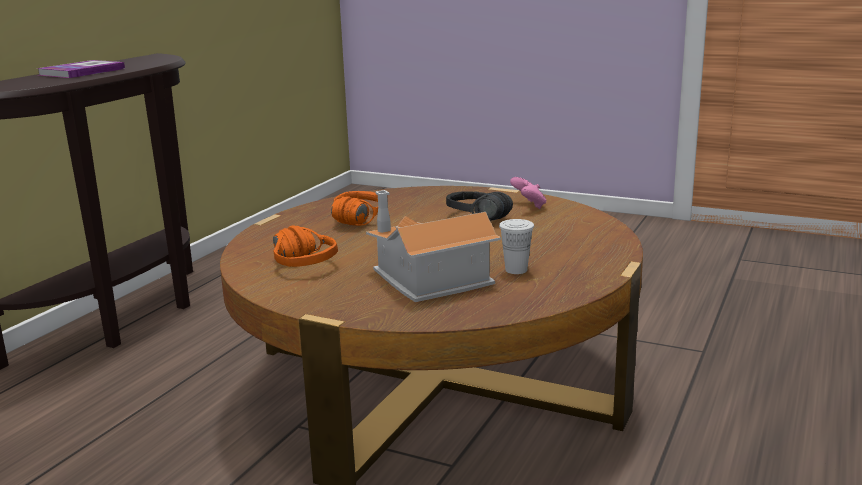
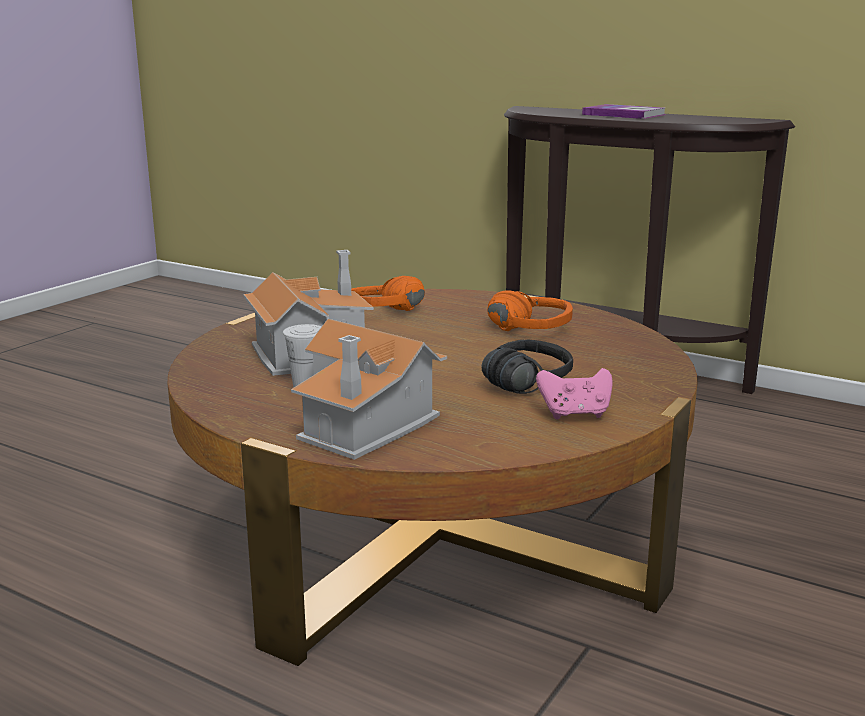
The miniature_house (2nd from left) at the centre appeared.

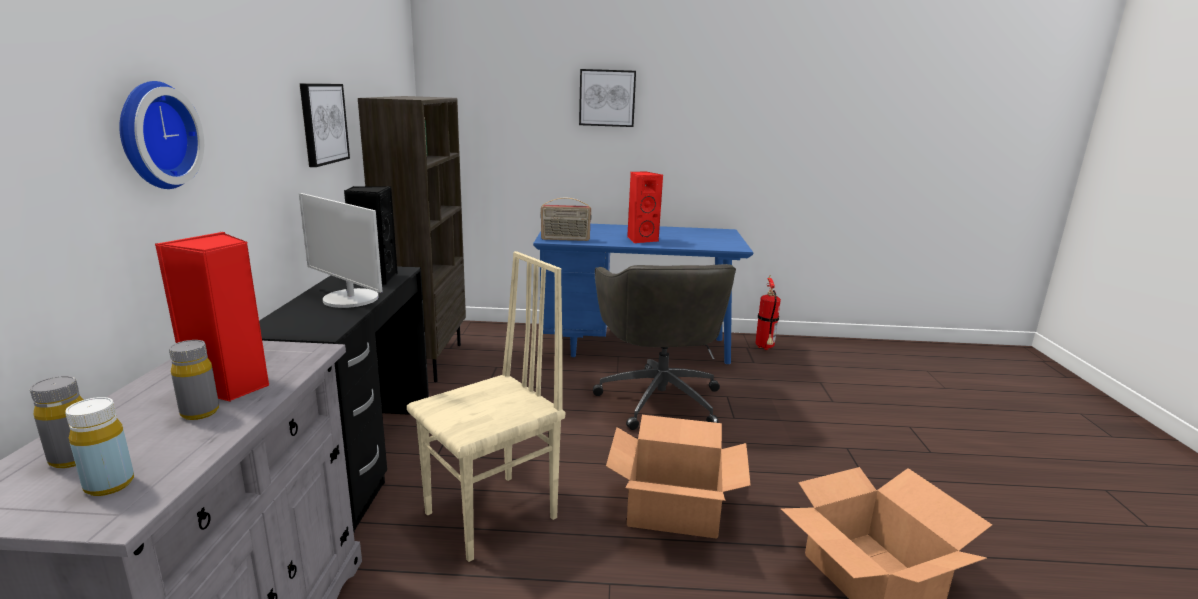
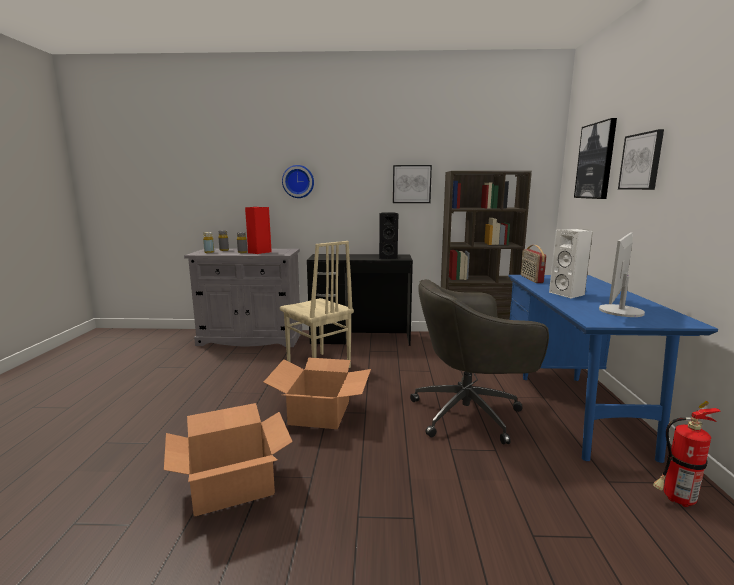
The picture (2nd from left) at the top right appeared.
The computer_screen moved from the middle left to the middle right.
The red_audio_speaker (2nd from left) at the centre became the white_audio_speaker at the middle right.

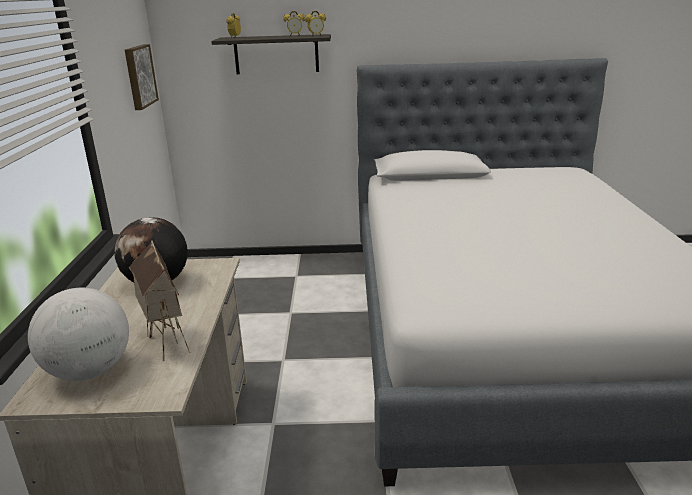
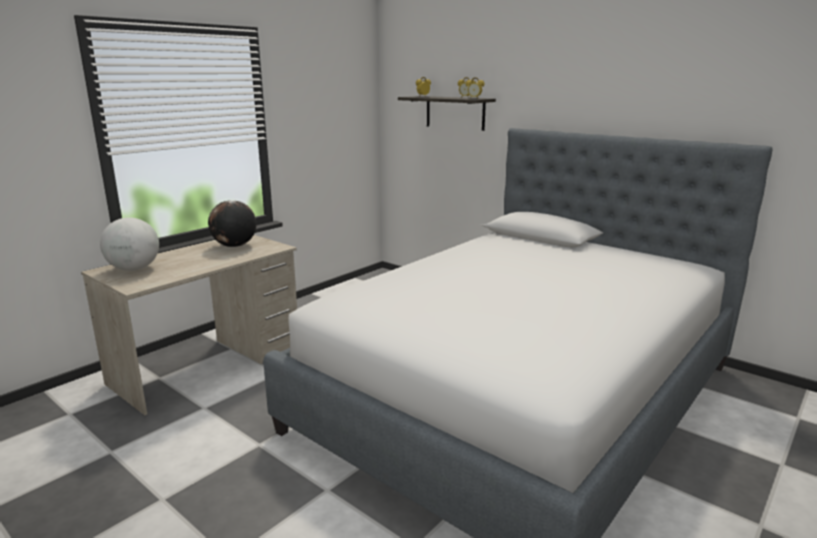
The picture at the top left disappeared.
The miniature_house at the middle left disappeared.

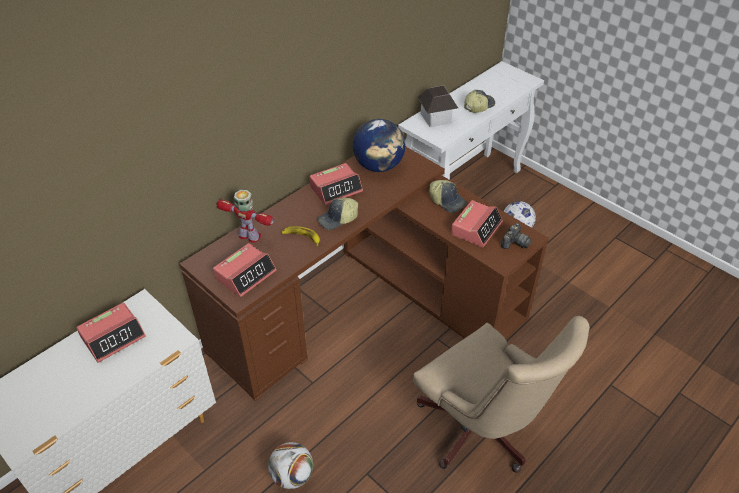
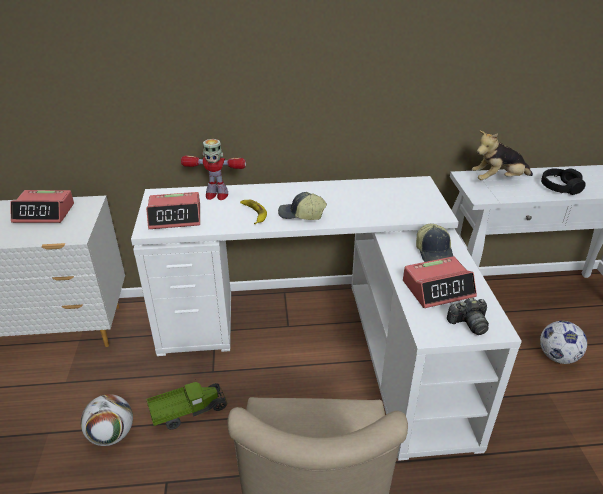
The bedside_clock (3rd from left) at the centre disappeared.
The desk_globe at the top centre disappeared.
The toy_lorry at the bottom left appeared.
The miniature_house at the top centre was replaced by the cuddly_toy at the top right.
The baseball_cap (3rd from left) at the top centre was replaced by the black_headphones at the middle right.
The brown-coloured_desk_table at the centre became the white_desk_table at the centre.
The robot_figure at the middle left turned 120 degrees clockwise.

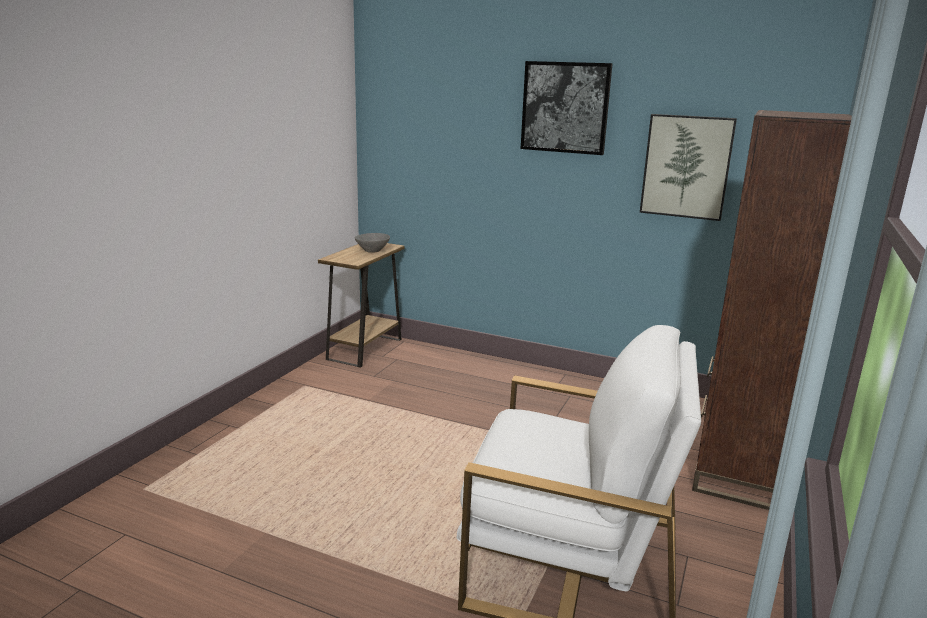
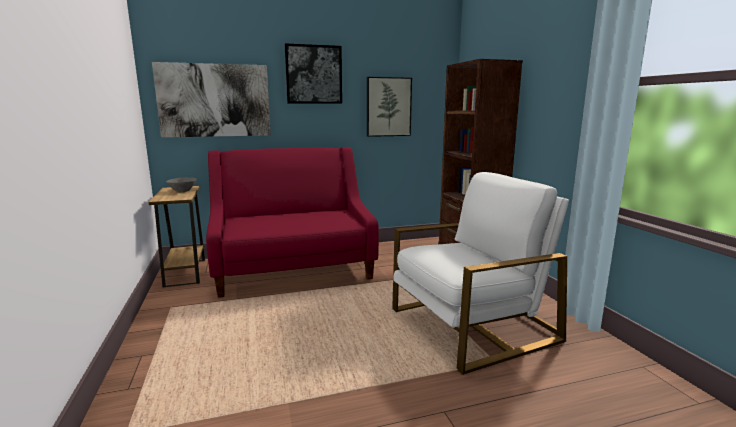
The picture (1st from left) at the top left appeared.
The red_sofa at the centre appeared.

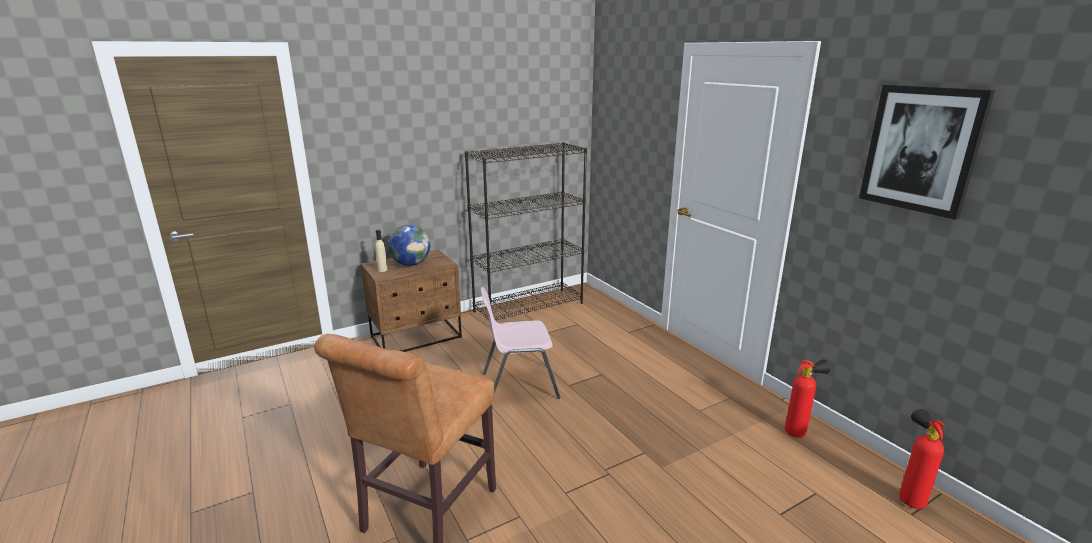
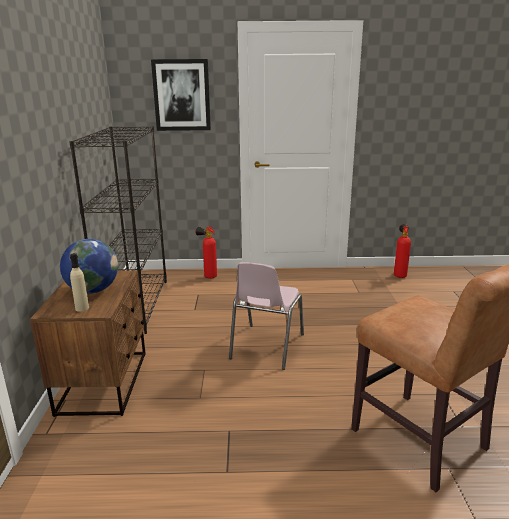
The picture moved from the top right to the top centre.
The extinguisher (2nd from left in the first image) moved from the bottom right to the centre.

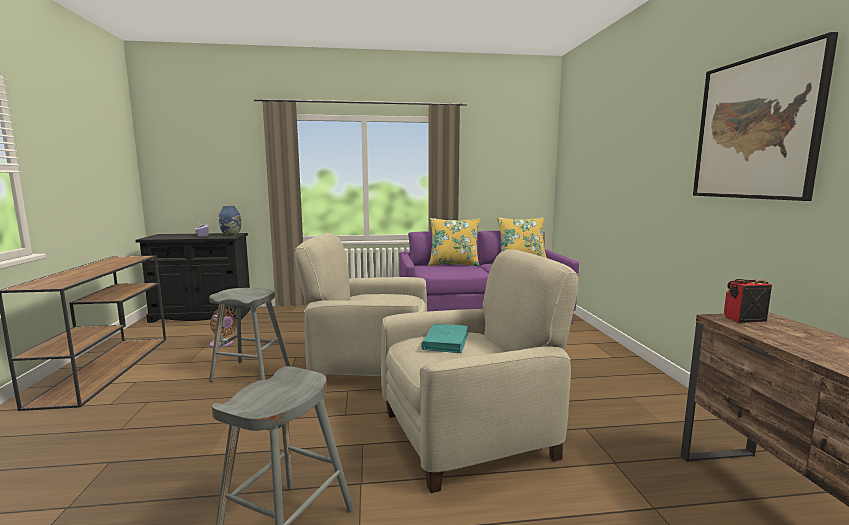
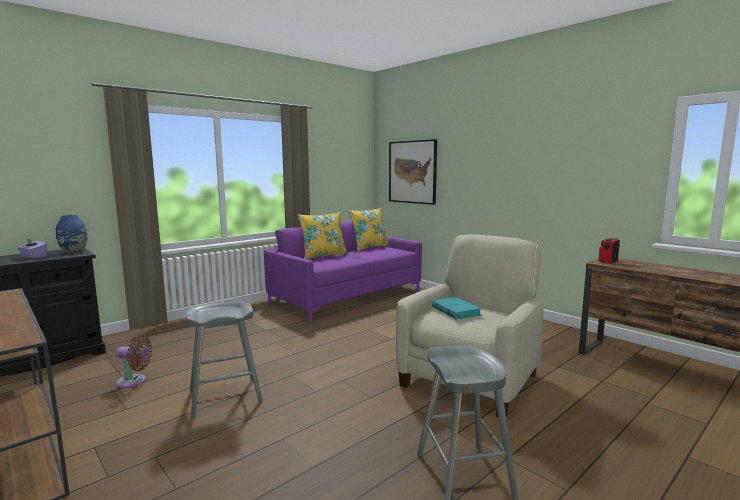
The sand-coloured_armchair (1st from left) at the centre disappeared.
The picture moved from the top right to the centre.

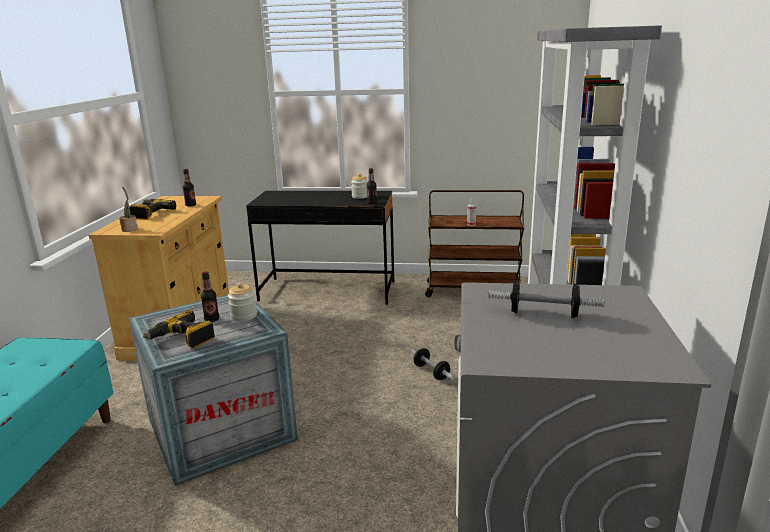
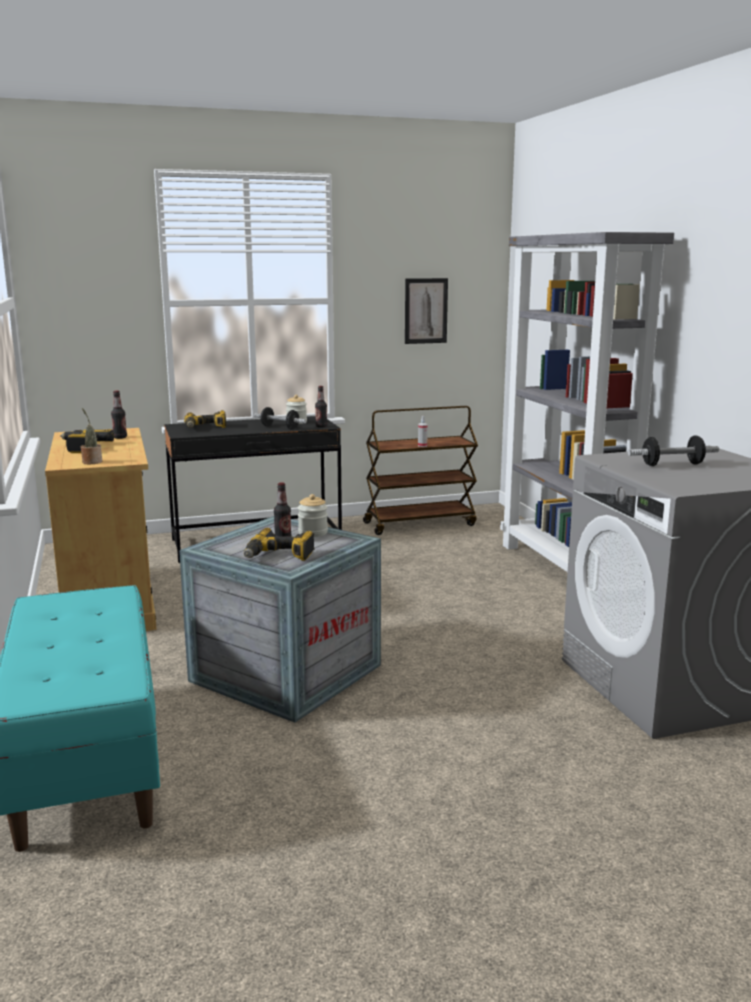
The electric_drill (2nd from left) at the middle left appeared.
The picture at the top centre appeared.
The dumbbell (1st from left) moved from the bottom centre to the centre.

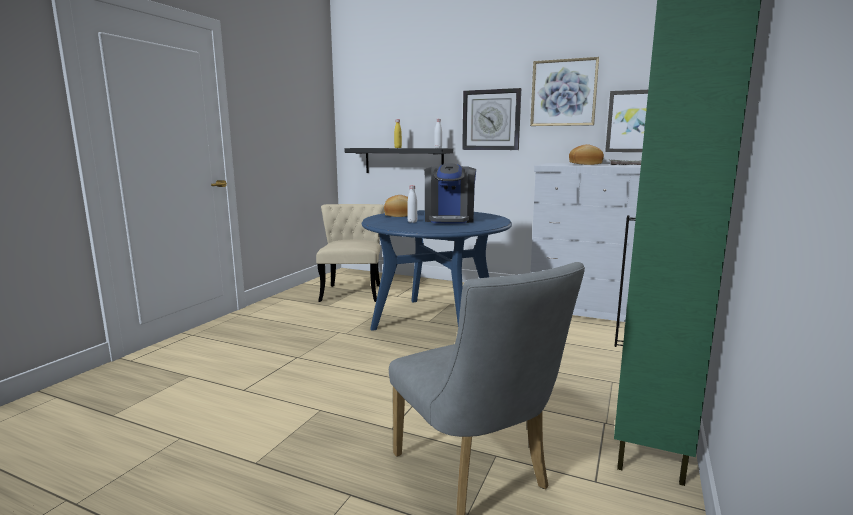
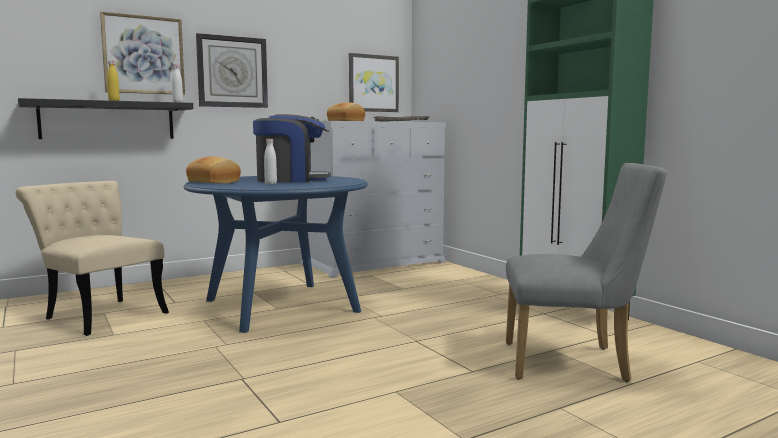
The picture (1st from left) moved from the top centre to the top left.
The coffee_machine at the centre turned 45 degrees counterclockwise.

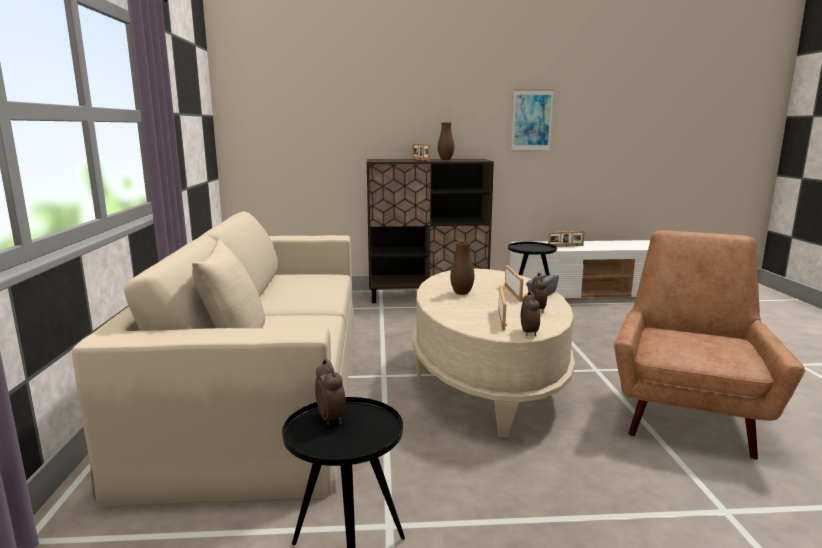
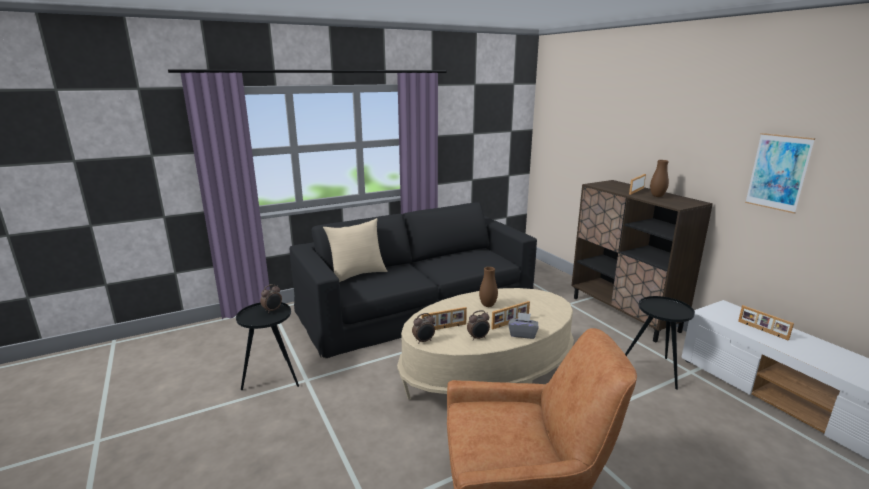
The sand-coloured_sofa at the middle left became the black_sofa at the centre.

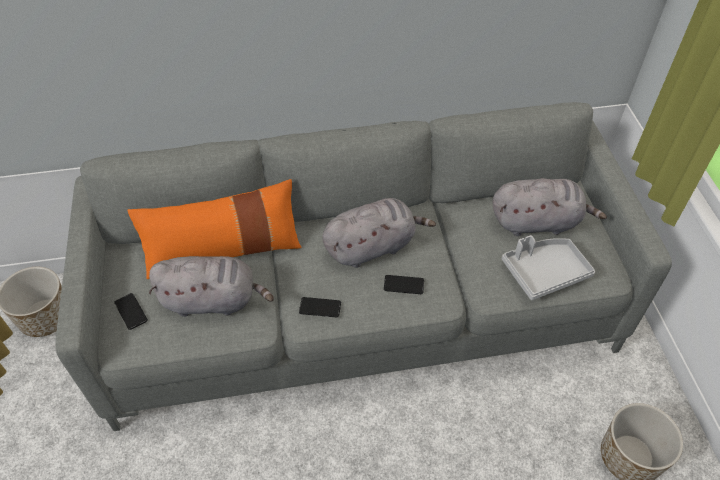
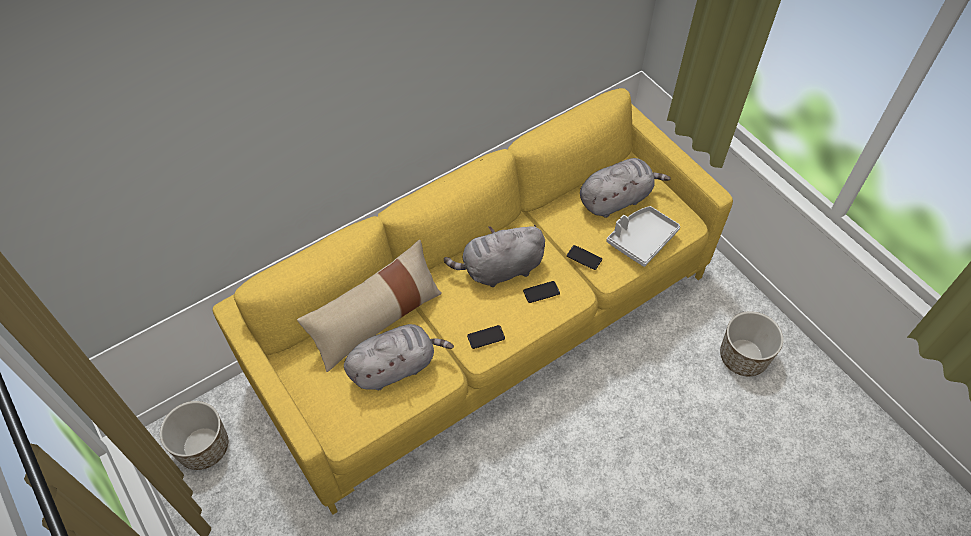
The phone (1st from left in the first image) moved from the middle left to the centre.
The greyish_sofa at the centre became the yellow_sofa at the centre.
The orange_throw_pillow at the middle left became the sand-coloured_throw_pillow at the centre.
The greyish_cuddly_toy (2nd from left) at the centre turned 150 degrees counterclockwise.

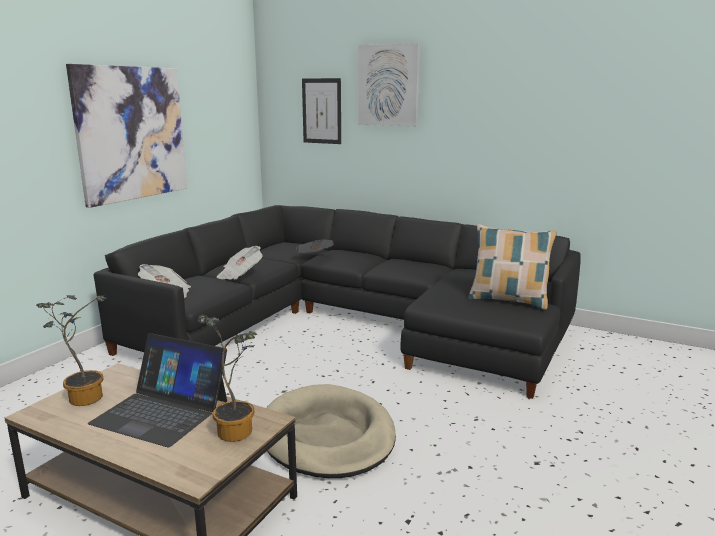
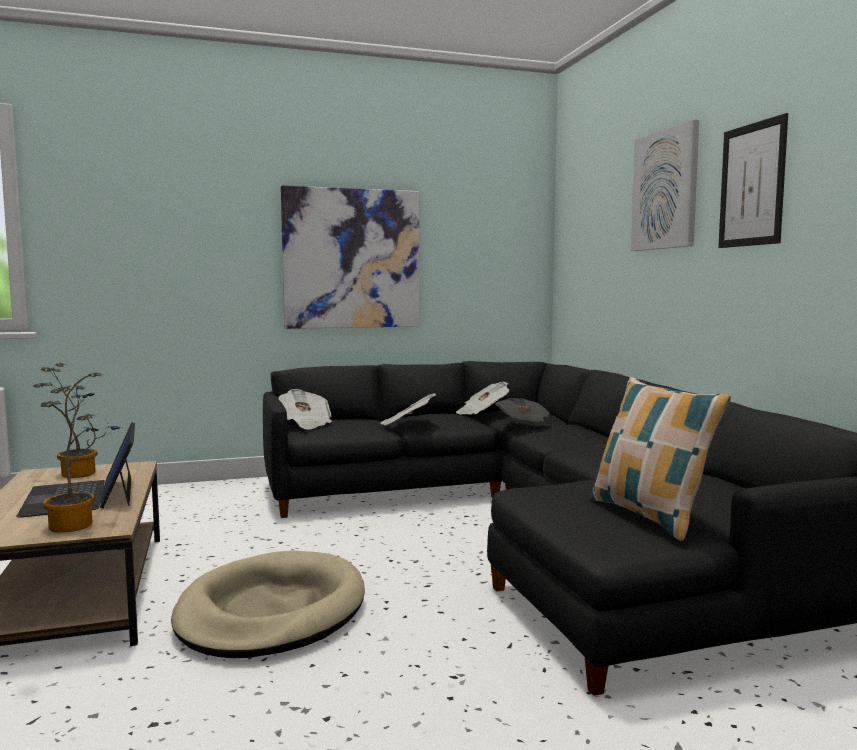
The newspaper (3rd from left) at the centre appeared.
The picture (2nd from left in the first image) moved from the top centre to the top right.

